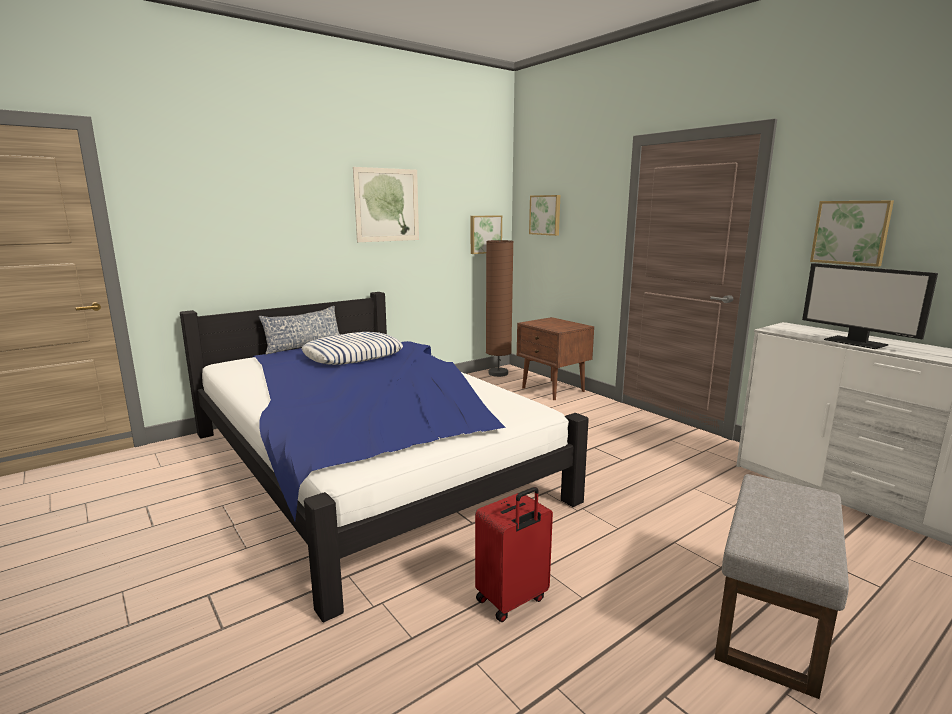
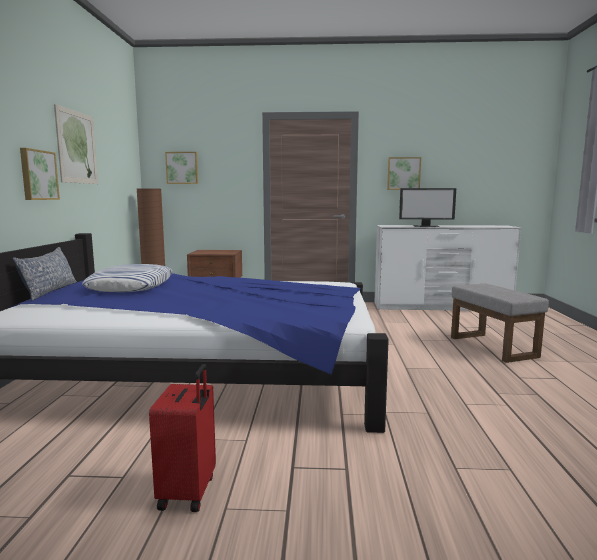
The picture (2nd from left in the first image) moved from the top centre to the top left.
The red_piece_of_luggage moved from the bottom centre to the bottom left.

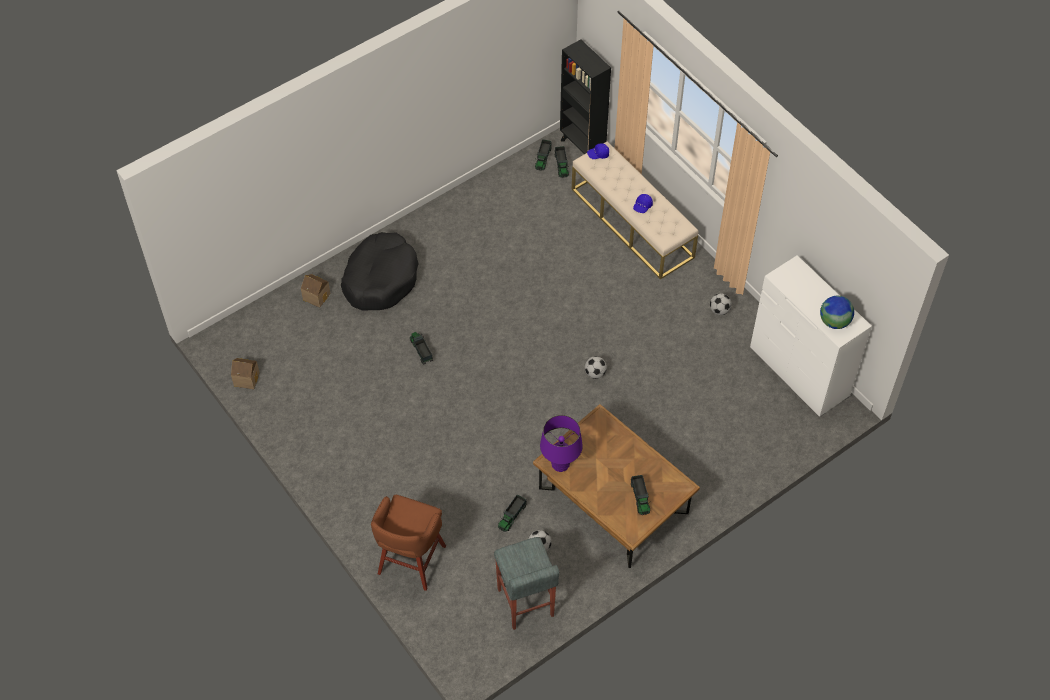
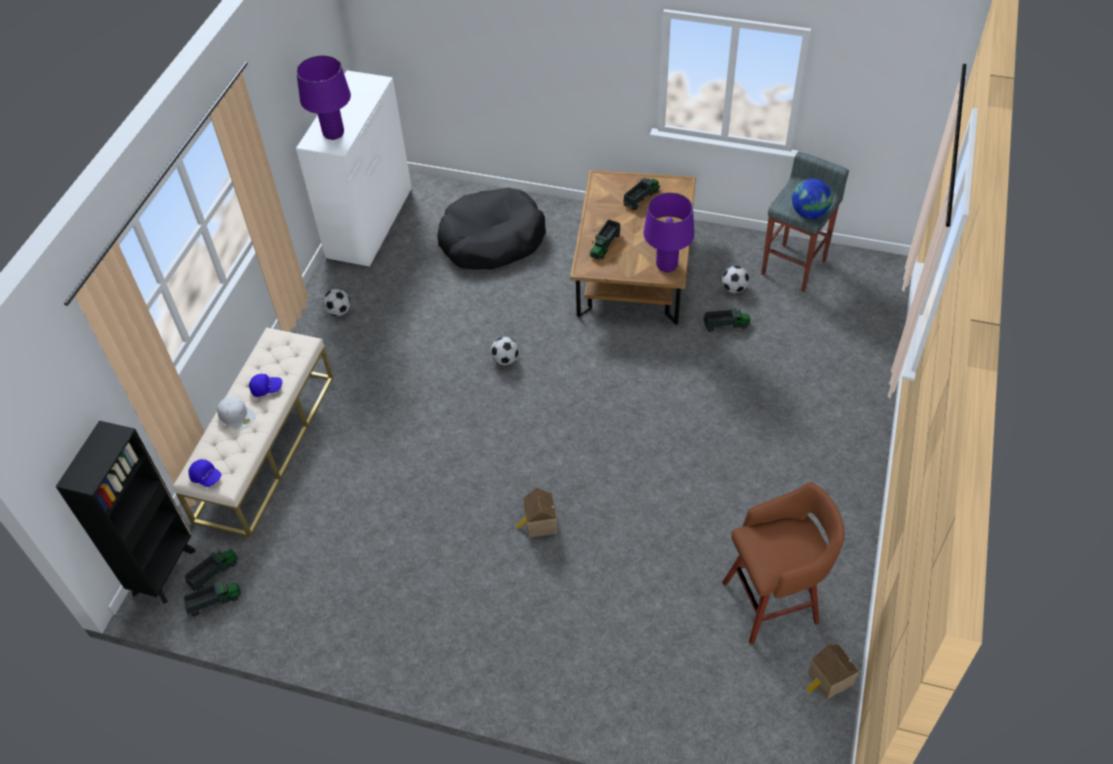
The white_baseball_cap at the middle left appeared.
The purplish_tabletop_lamp (1st from left) at the top left appeared.
The miniature_house (2nd from left in the first image) moved from the middle left to the bottom centre.
The black_pet_bed moved from the centre to the top centre.
The brown-coloured_stool moved from the bottom centre to the bottom right.
The toy_lorry (1st from left in the first image) moved from the centre to the top centre.
The desk_globe moved from the middle right to the top right.

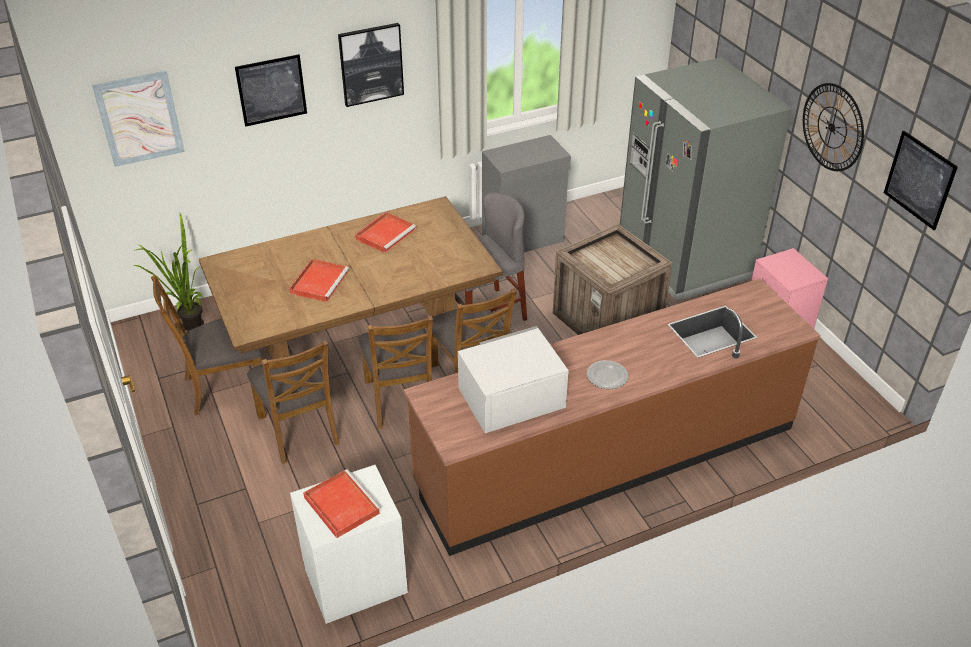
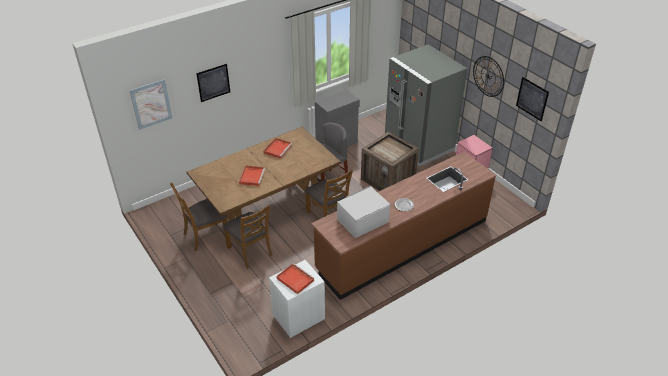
The potted_plant at the middle left disappeared.
The picture (3rd from left) at the top centre disappeared.
The brown-coloured_upright_chair (3rd from left) at the centre disappeared.

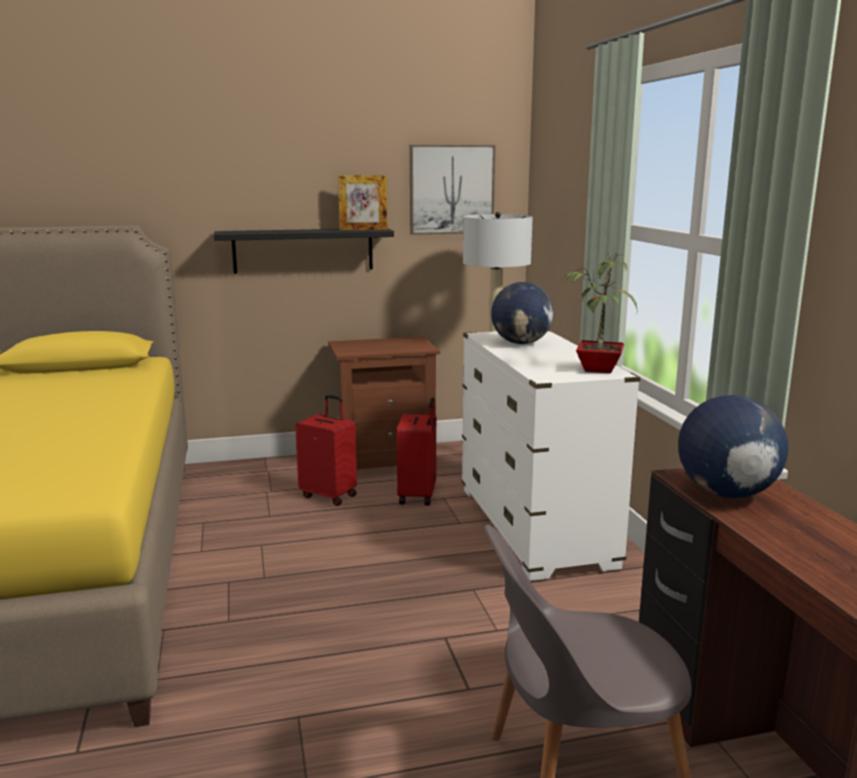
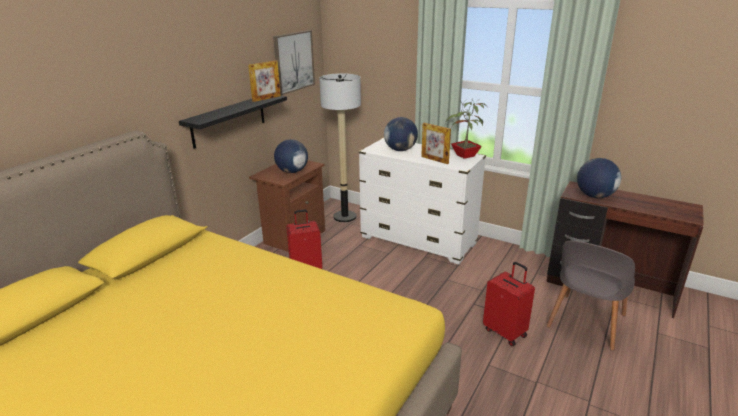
The desk_globe (1st from left) at the centre appeared.
The standing_frame (2nd from left) at the centre appeared.
The red_piece_of_luggage (2nd from left) moved from the centre to the bottom right.

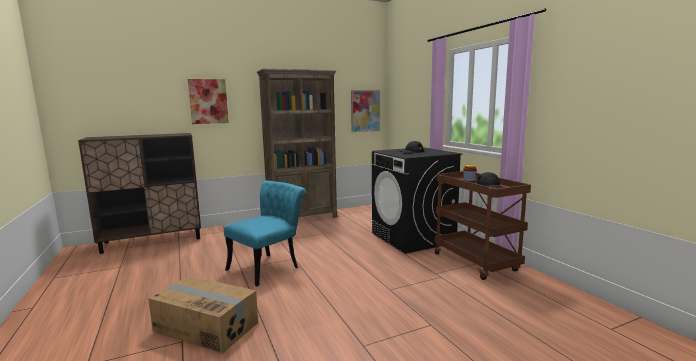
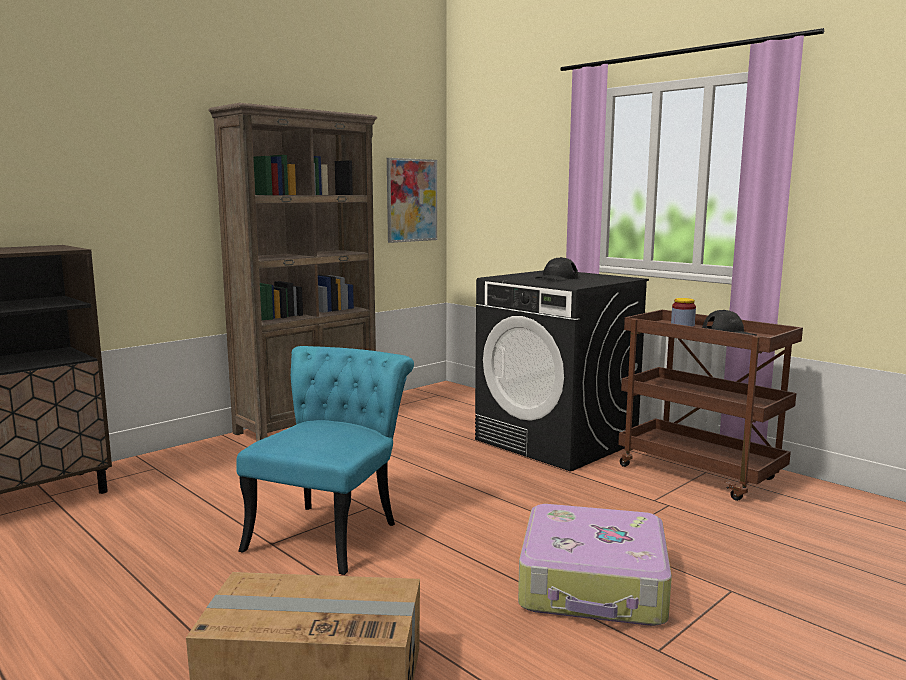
The picture (1st from left) at the top left disappeared.
The piece_of_luggage at the bottom centre appeared.

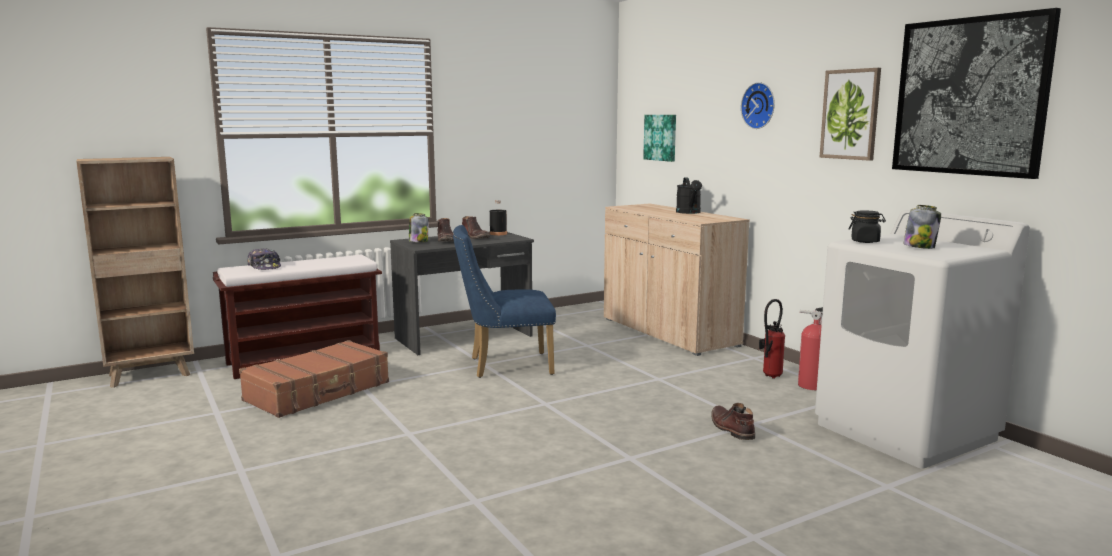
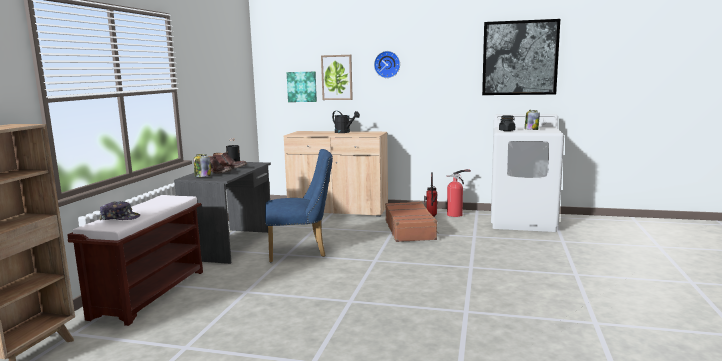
The brown-coloured_tall_boot (3rd from left) at the bottom centre disappeared.
The brown-coloured_piece_of_luggage moved from the bottom left to the centre.
The picture (2nd from left) moved from the top right to the top centre.
The bluish_upright_chair at the centre turned 135 degrees counterclockwise.

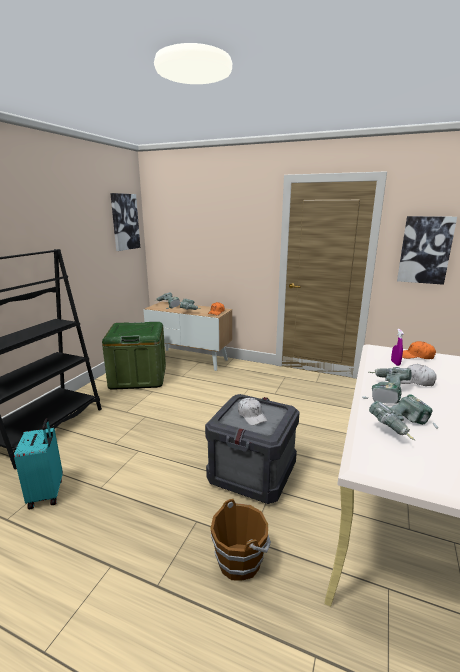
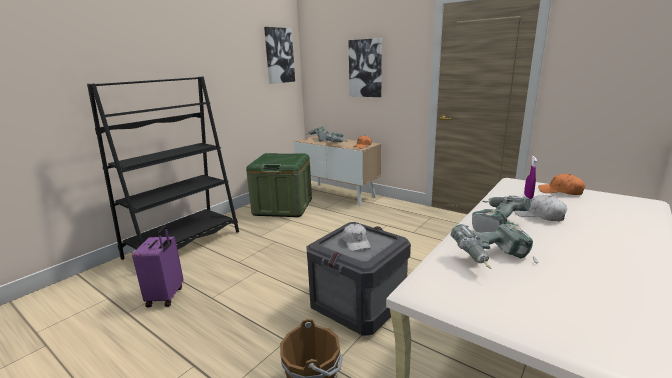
The picture (2nd from left) moved from the middle right to the top centre.
The turquoise-coloured_piece_of_luggage at the bottom left became the purplish_piece_of_luggage at the bottom left.

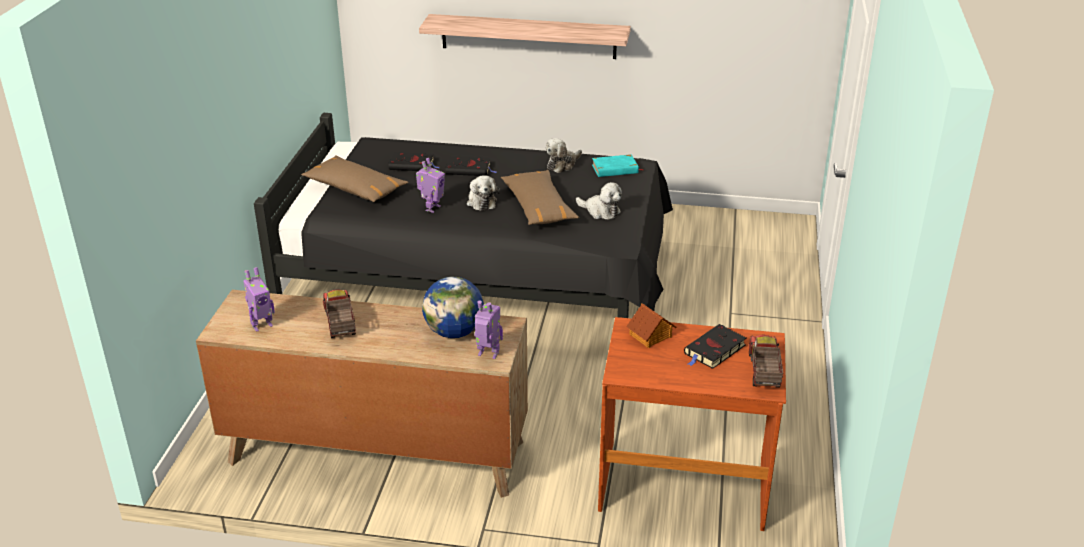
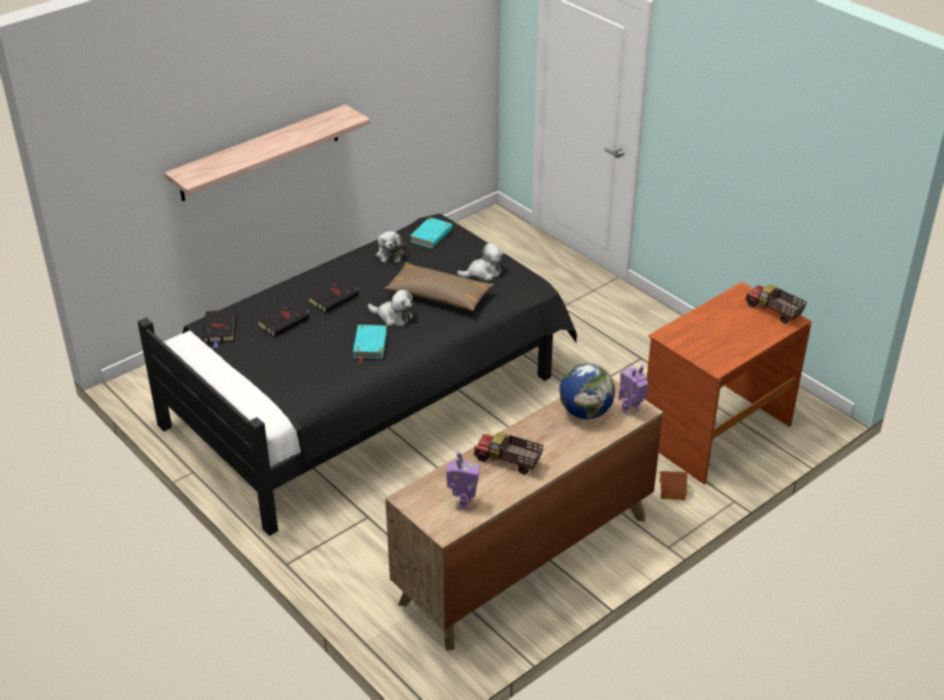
The brown-coloured_throw_pillow (1st from left) at the top left disappeared.
The miniature_house moved from the centre to the bottom right.
The black_book (3rd from left in the first image) moved from the centre to the middle left.
The robot_figure (2nd from left) at the centre was replaced by the turquoise-coloured_book (1st from left) at the centre.

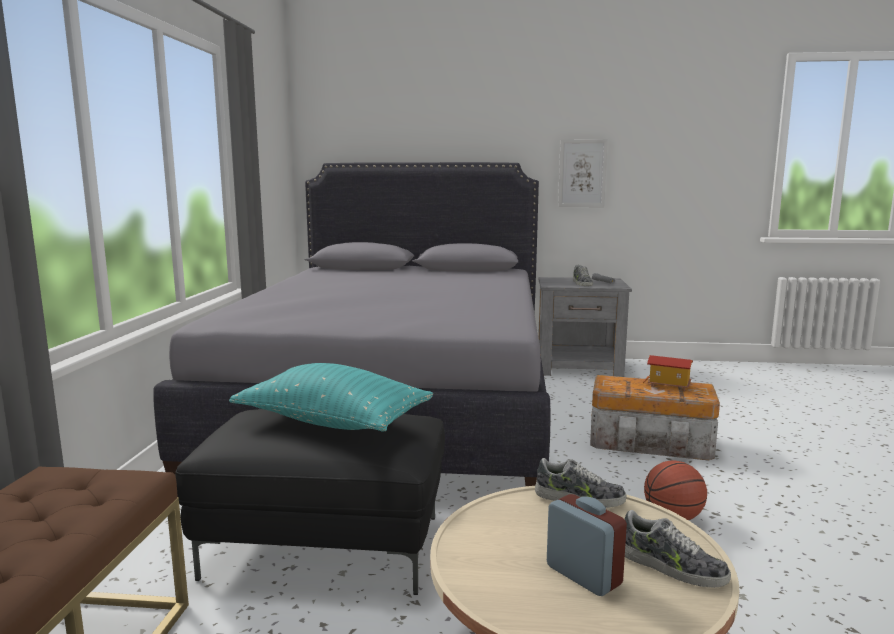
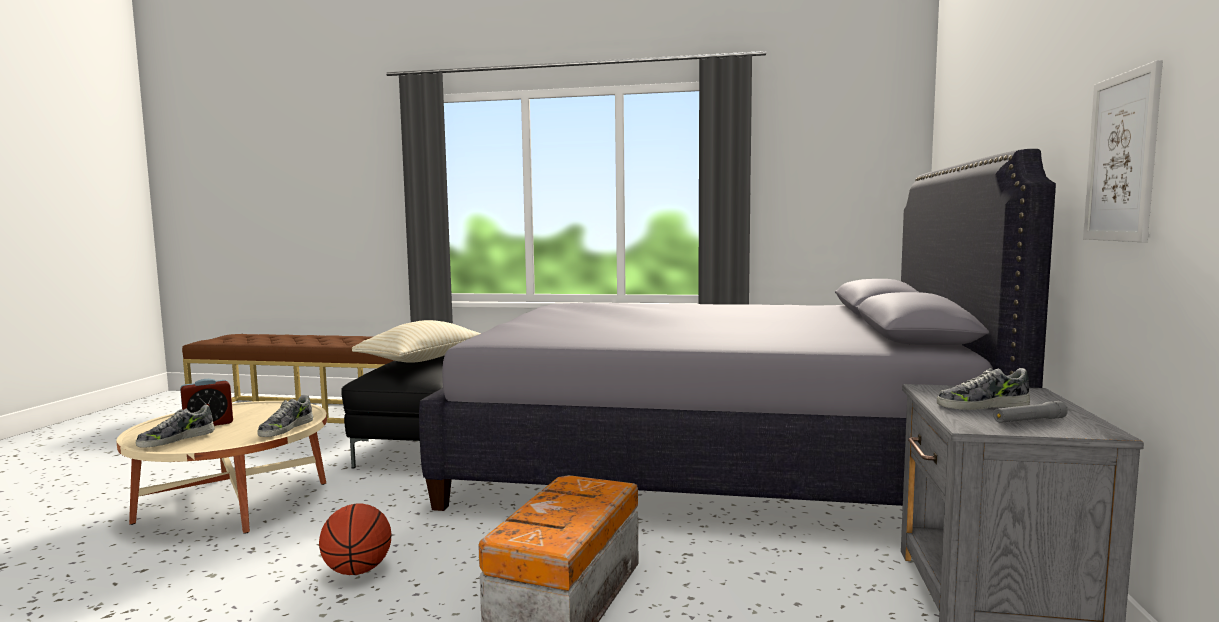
The miniature_house at the middle right disappeared.
The turquoise-coloured_throw_pillow at the centre became the sand-coloured_throw_pillow at the centre.

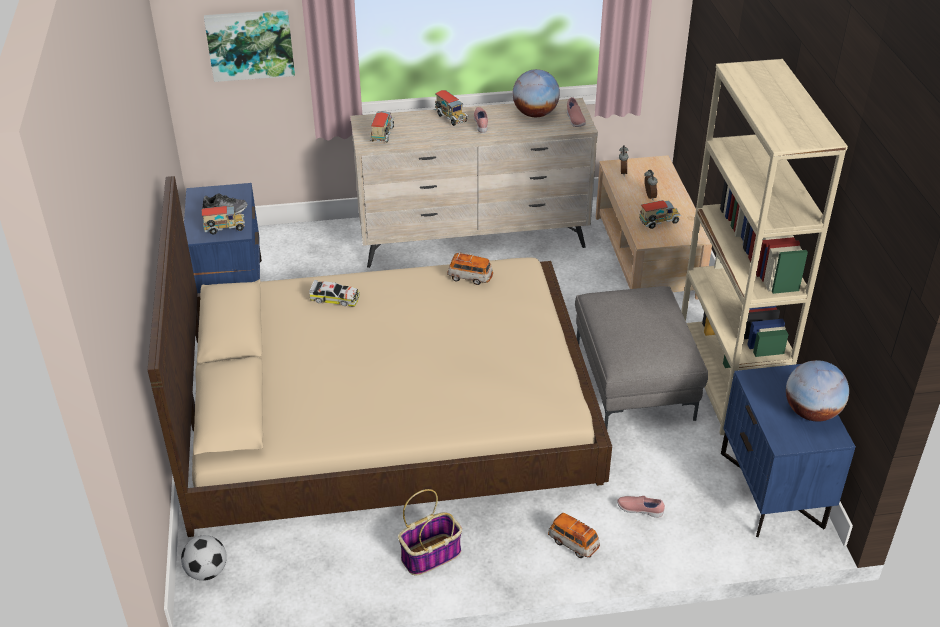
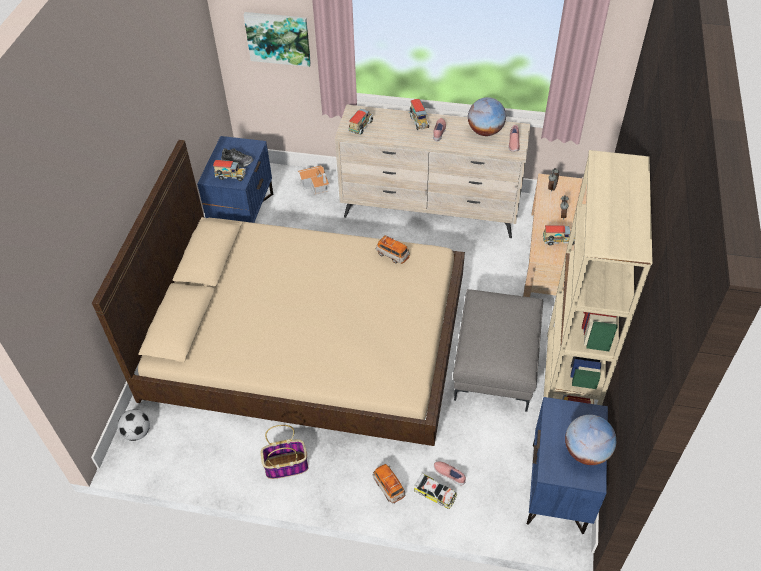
The miniature_house at the top centre appeared.
The miniature_car (1st from left in the first image) moved from the centre to the bottom centre.

